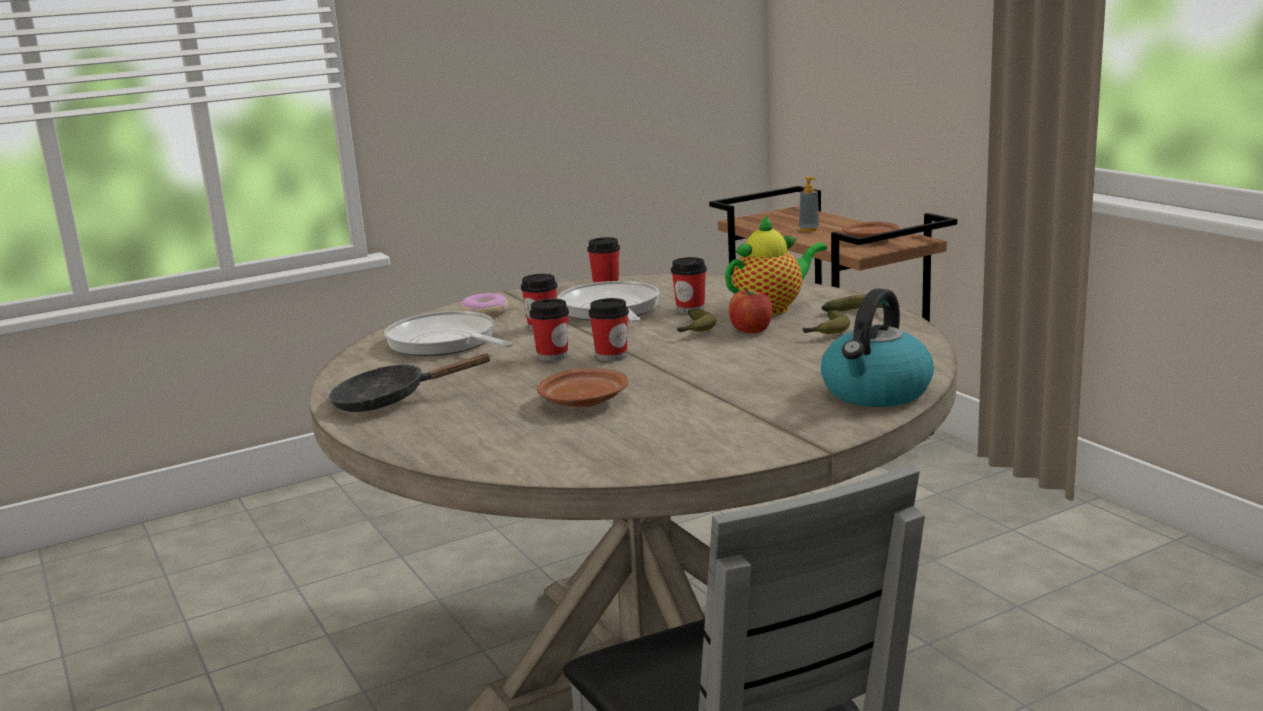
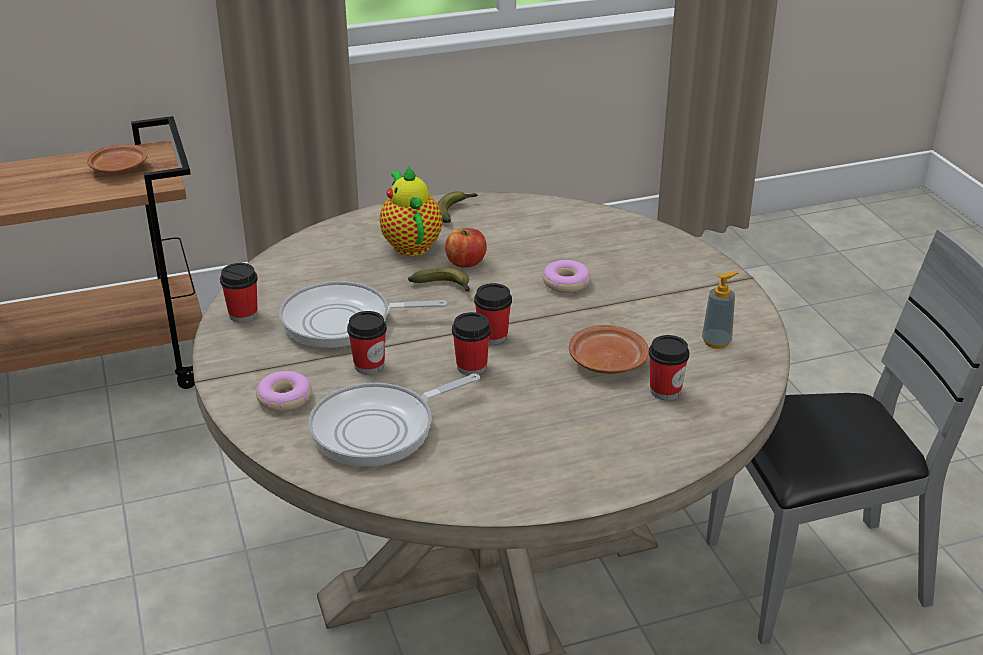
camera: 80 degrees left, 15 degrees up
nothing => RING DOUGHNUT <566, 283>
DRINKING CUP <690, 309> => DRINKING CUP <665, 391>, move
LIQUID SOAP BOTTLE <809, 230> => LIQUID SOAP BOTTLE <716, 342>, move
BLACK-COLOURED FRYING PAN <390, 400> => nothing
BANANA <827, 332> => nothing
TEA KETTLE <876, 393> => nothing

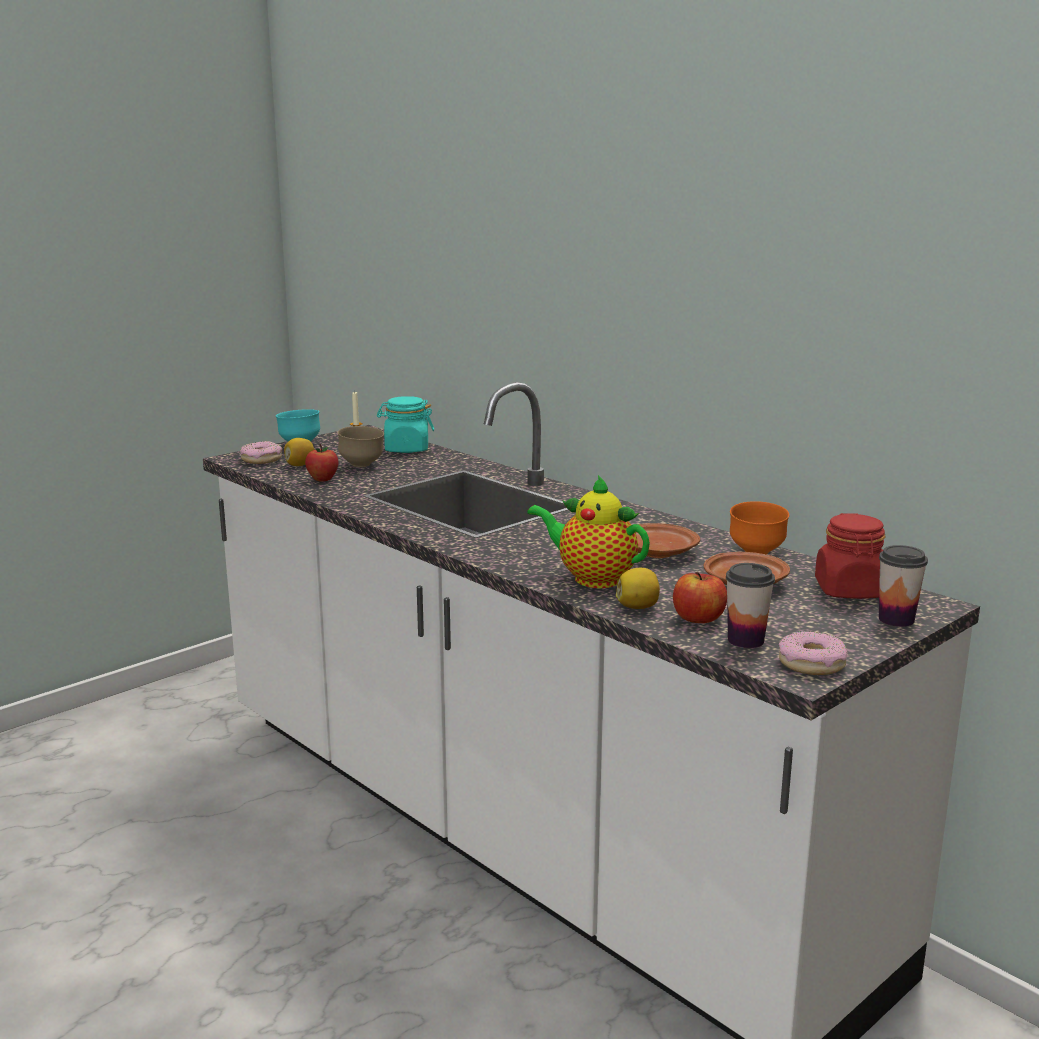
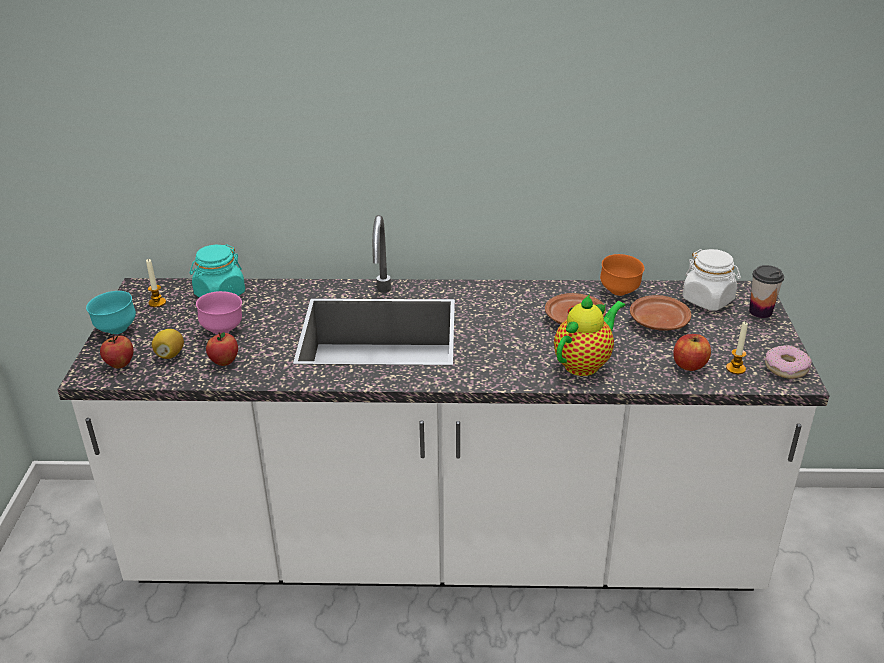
camera: 45 degrees left, 15 degrees up
RING DOUGHNUT <261, 459> => APPLE FRUIT <120, 364>
BROWN-COLOURED DEEP DISH <362, 465> => PINK-COLOURED DEEP DISH <223, 330>
TEAPOT <592, 578> => TEAPOT <584, 363>, 150 degrees clockwise
RED JAR <850, 590> => WHITE JAR <708, 300>
DRINKING CUP <745, 640> => WAX CANDLE <735, 368>
LEMON <638, 607> => nothing

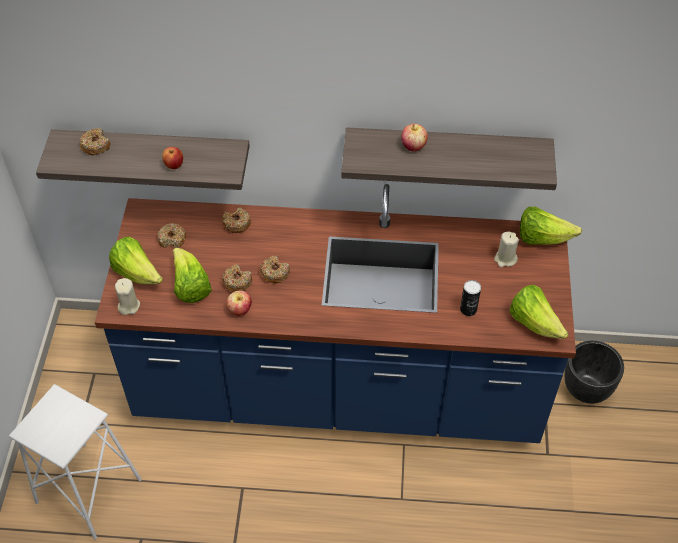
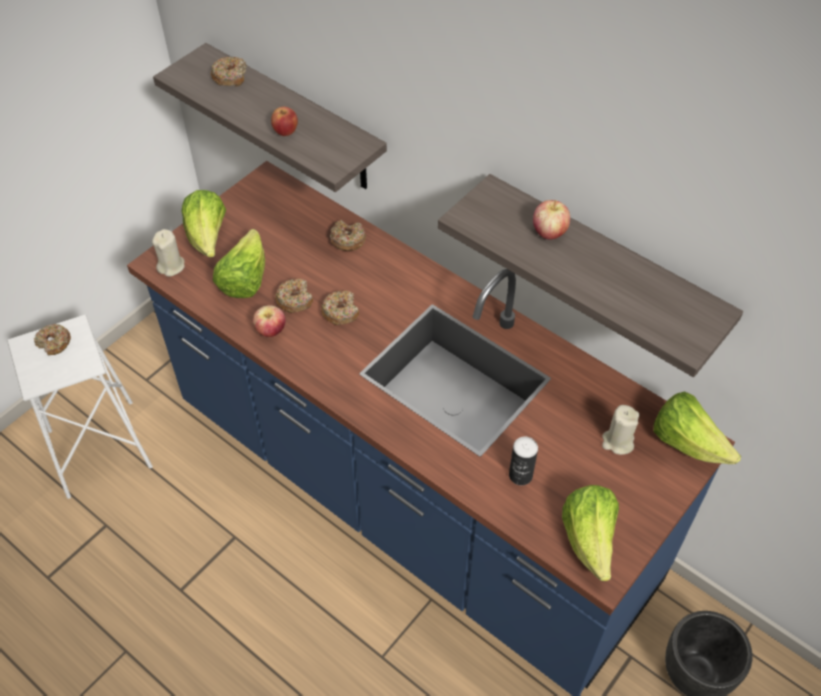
camera: 35 degrees right, 0 degrees up
RING DOUGHNUT <172, 239> => RING DOUGHNUT <54, 343>, move

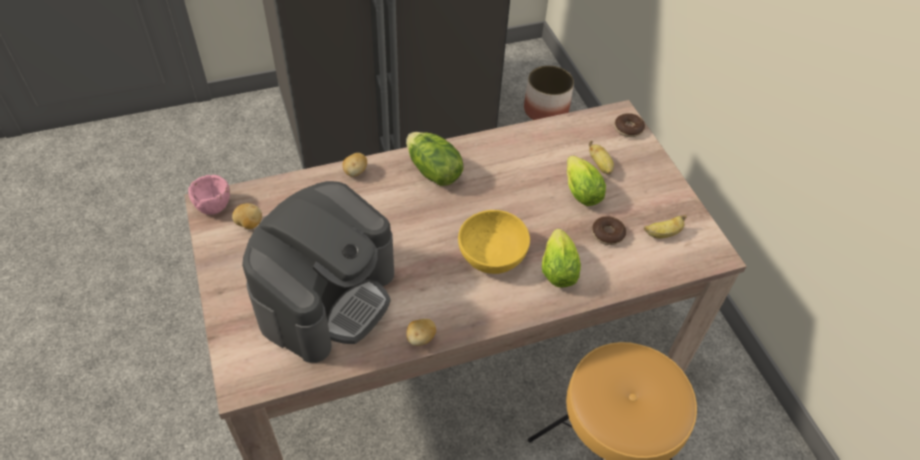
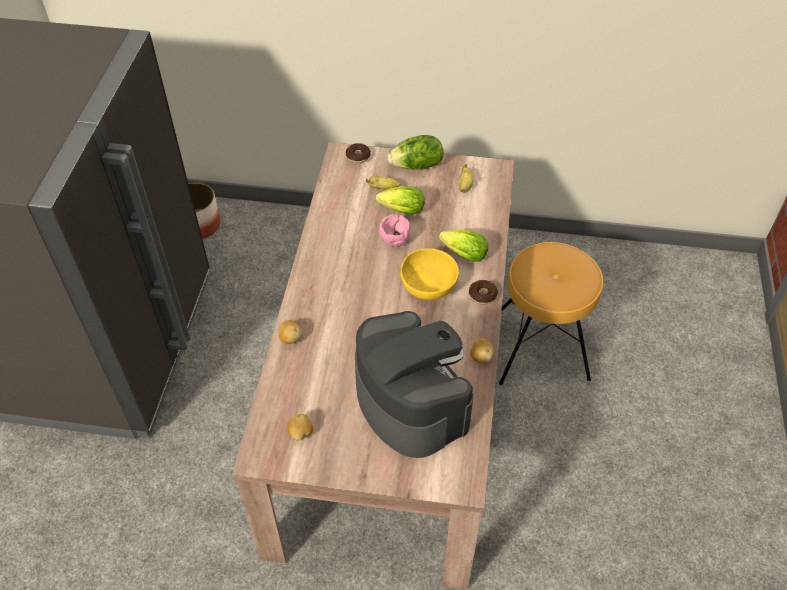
camera: 60 degrees left, 0 degrees up
PINK-COLOURED DEEP DISH <213, 205> => PINK-COLOURED DEEP DISH <394, 239>, move
HEAD OF LETTUCE <433, 172> => HEAD OF LETTUCE <417, 166>, move
RING DOUGHNUT <607, 234> => RING DOUGHNUT <482, 295>, move

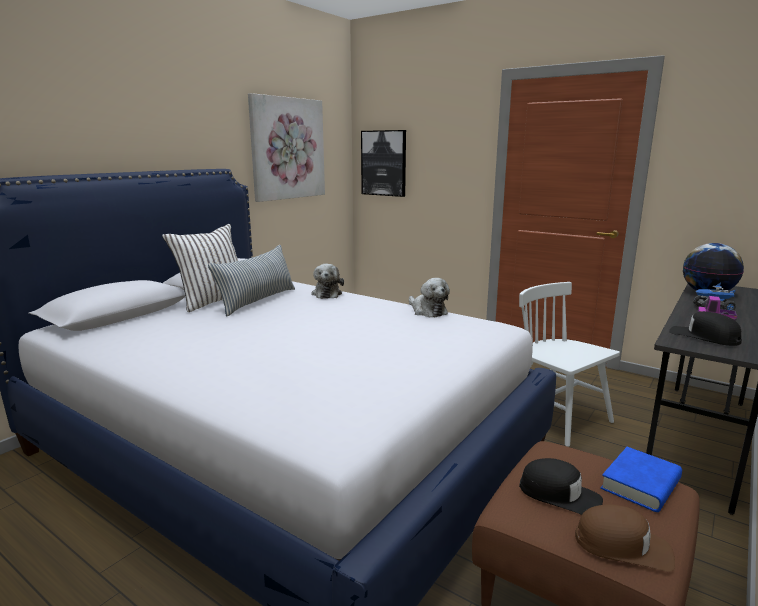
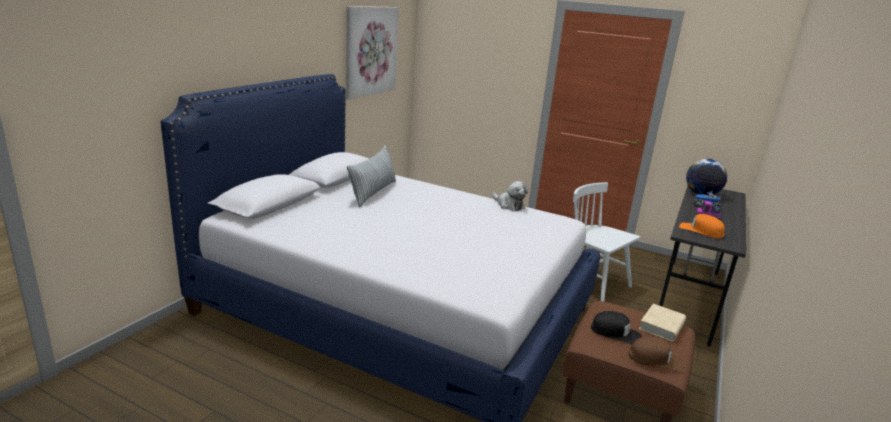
camera: 10 degrees left, 5 degrees up
BLUE BOUND BOOK <640, 484> => SAND-COLOURED BOUND BOOK <661, 326>
BLACK-COLOURED CAP <704, 337> => ORANGE CAP <701, 231>
WHITE THROW PILLOW <213, 300> => nothing
PLUSH TOY <327, 293> => nothing
PICTURE <384, 163> => nothing

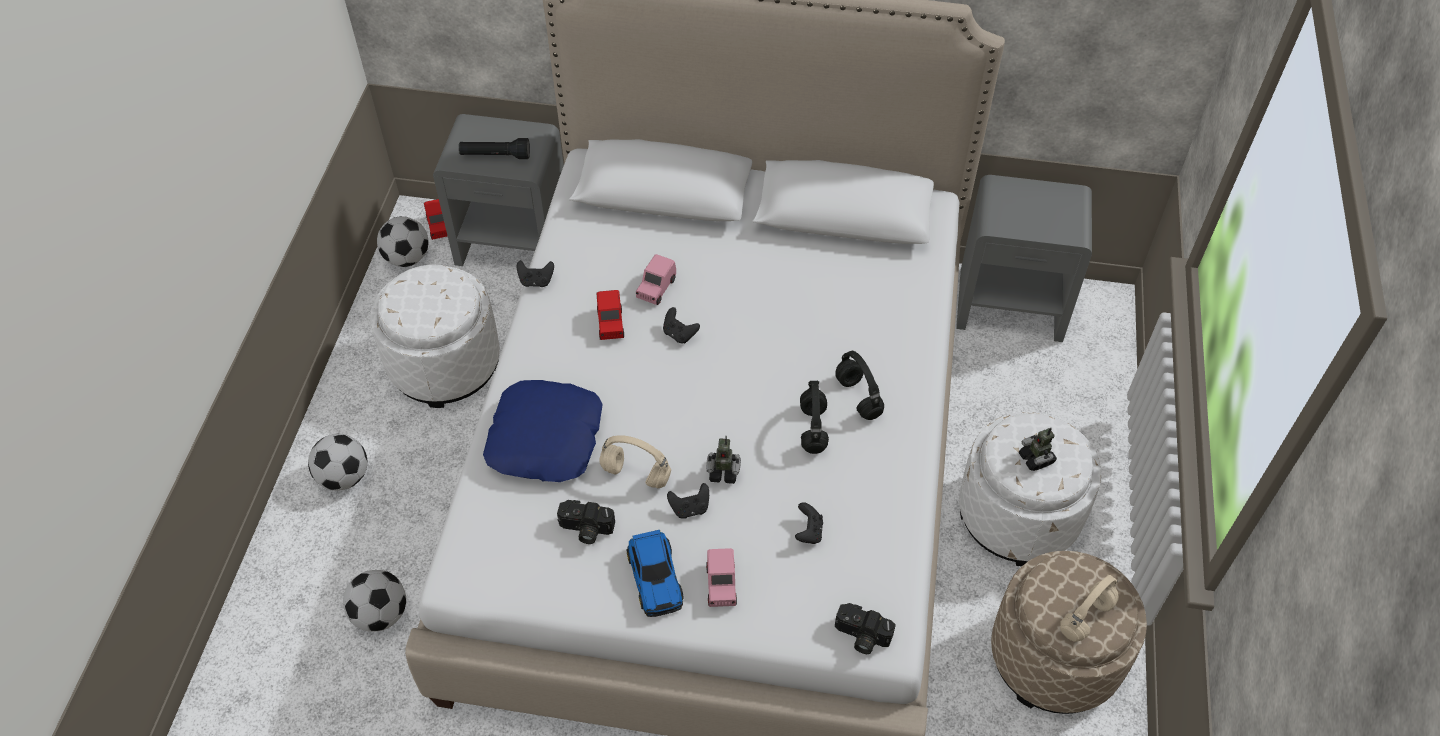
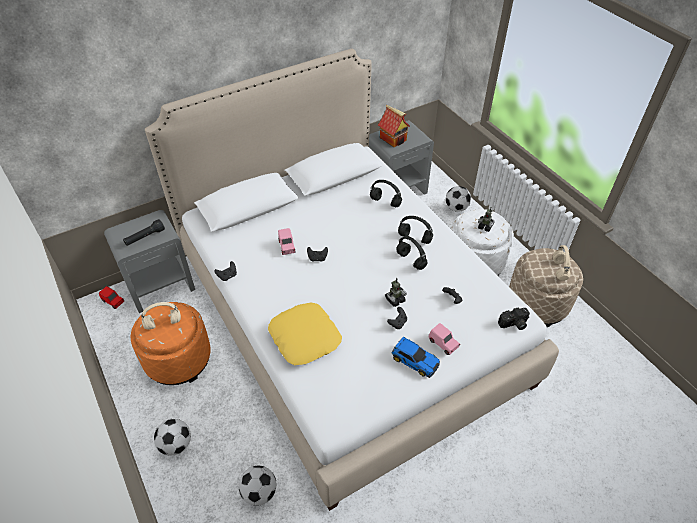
camera: 40 degrees left, 5 degrees down
WHITE FOOTREST <445, 364> => ORANGE FOOTREST <178, 359>
SAND-COLOURED PAIR OF HEADPHONES <634, 474> => SAND-COLOURED PAIR OF HEADPHONES <162, 324>, move
BLUE THROW PILLOW <546, 438> => YELLOWISH THROW PILLOW <305, 337>
nothing => BLACK-COLOURED PAIR OF HEADPHONES <386, 202>
nothing => TOY HOUSE <393, 139>
BALL FOR FOOTBALL <407, 258> => BALL FOR FOOTBALL <456, 208>, move
STILL CAMERA <585, 529> => nothing
RED TOY CAR <610, 324> => nothing

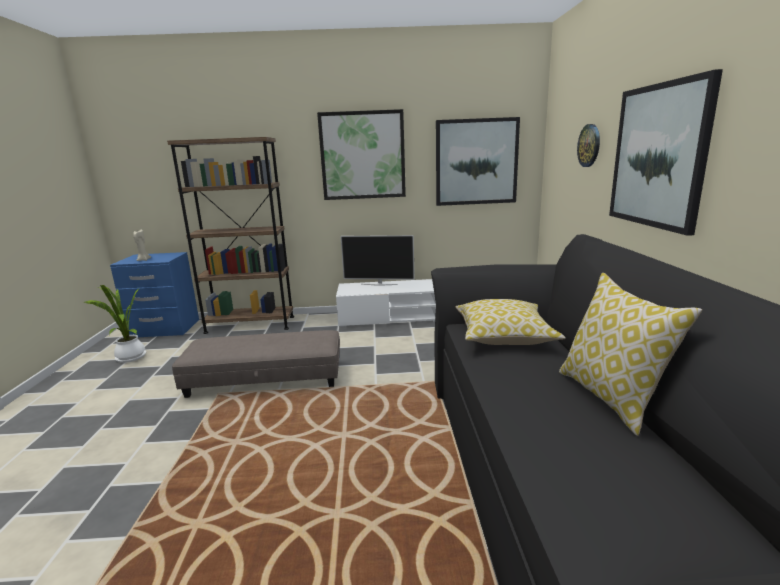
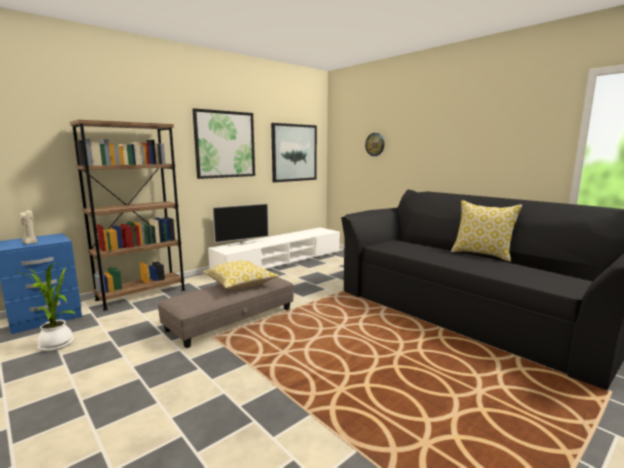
camera: 40 degrees left, 5 degrees down
THROW PILLOW <504, 336> => THROW PILLOW <240, 284>, move
PICTURE <658, 156> => nothing

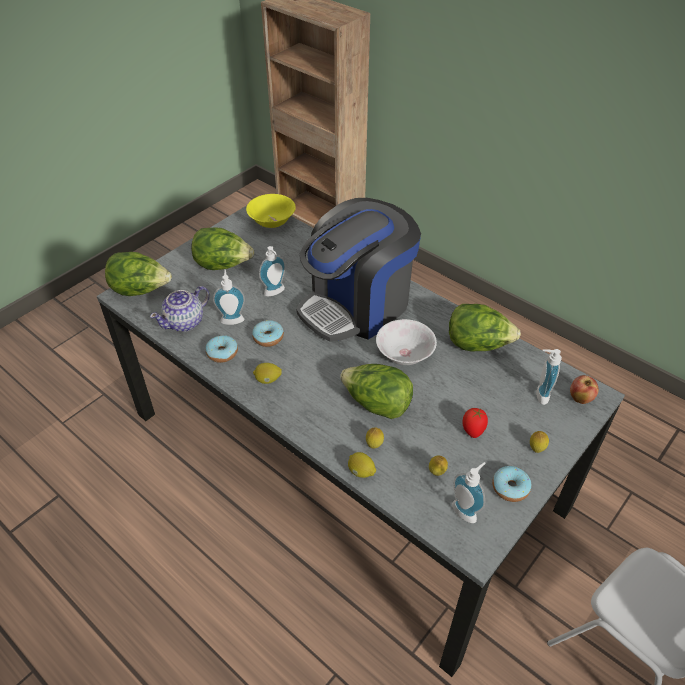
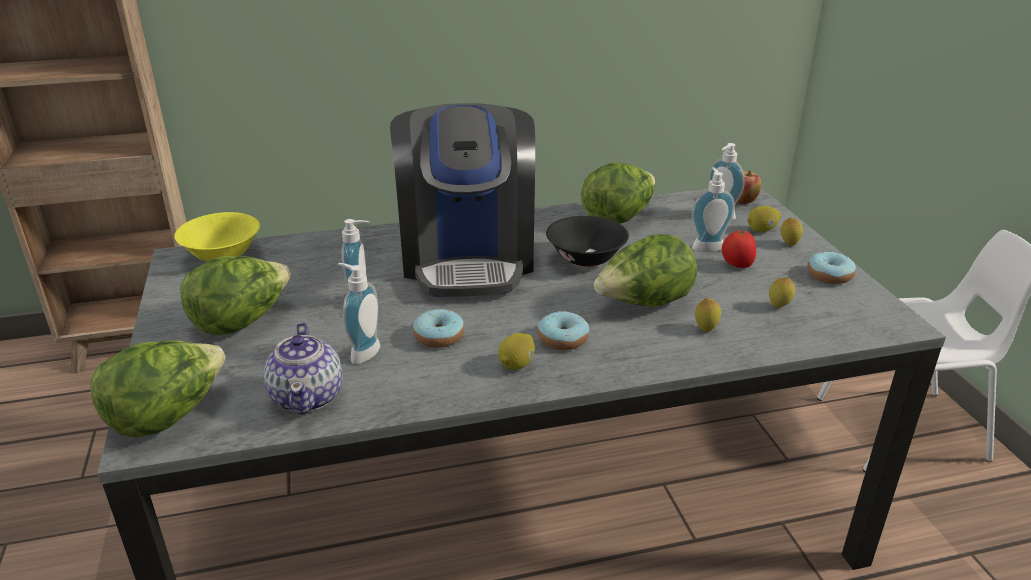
camera: 55 degrees left, 15 degrees down
RING DOUGHNUT <222, 353> => RING DOUGHNUT <563, 339>, move
WHITE DEEP DISH <404, 355> => BLACK-COLOURED DEEP DISH <586, 260>
LIQUID SOAP BOTTLE <466, 510> => LIQUID SOAP BOTTLE <707, 246>, move
LEMON <361, 472> => LEMON <762, 230>, move

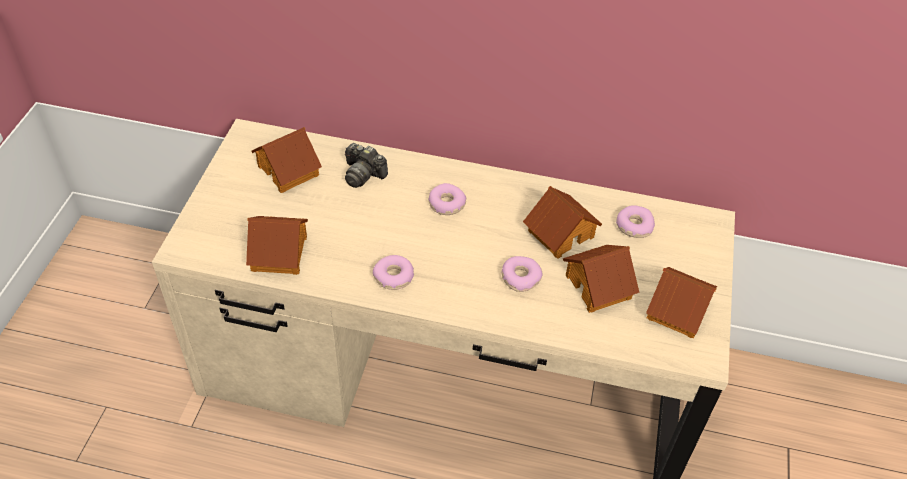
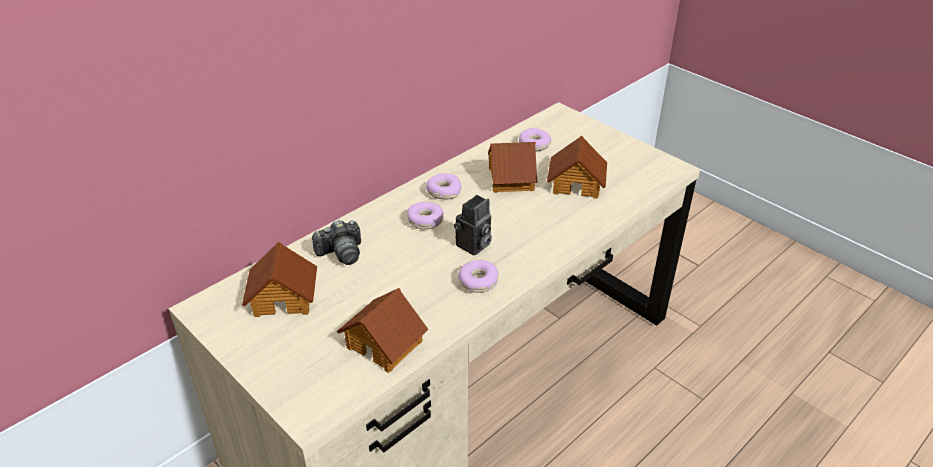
camera: 55 degrees left, 10 degrees down
RING DOUGHNUT <520, 277> => RING DOUGHNUT <443, 191>, move
nothing => STILL CAMERA <473, 246>
TOY HOUSE <677, 309> => nothing

